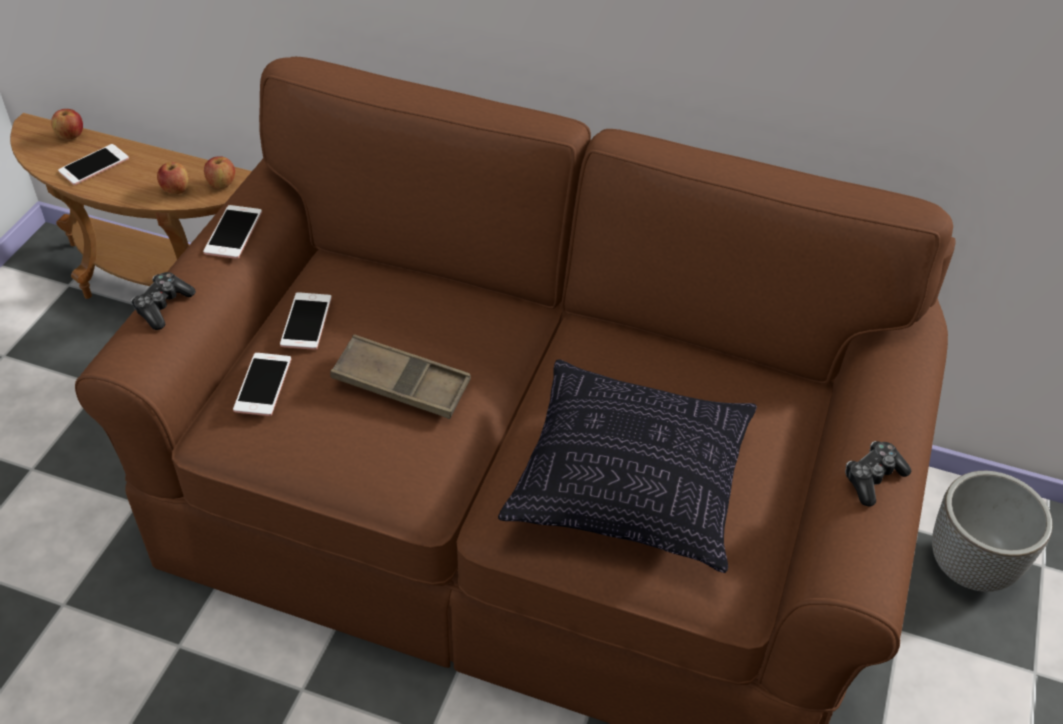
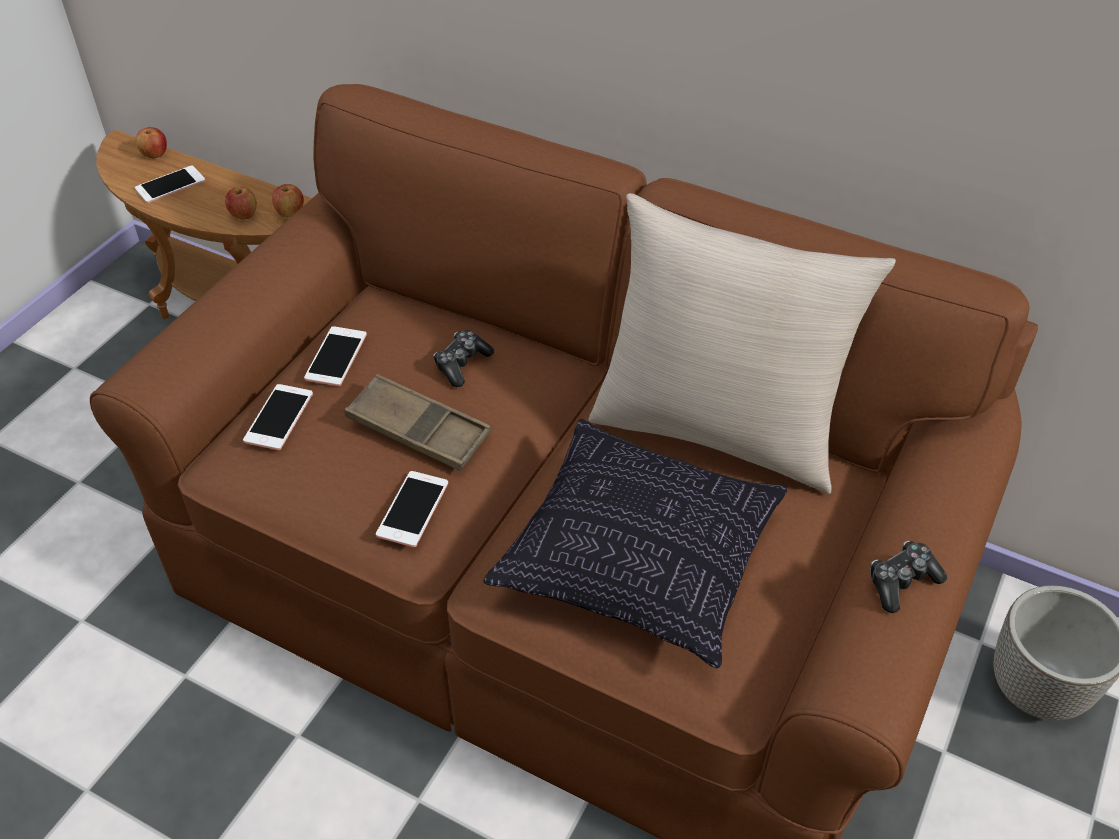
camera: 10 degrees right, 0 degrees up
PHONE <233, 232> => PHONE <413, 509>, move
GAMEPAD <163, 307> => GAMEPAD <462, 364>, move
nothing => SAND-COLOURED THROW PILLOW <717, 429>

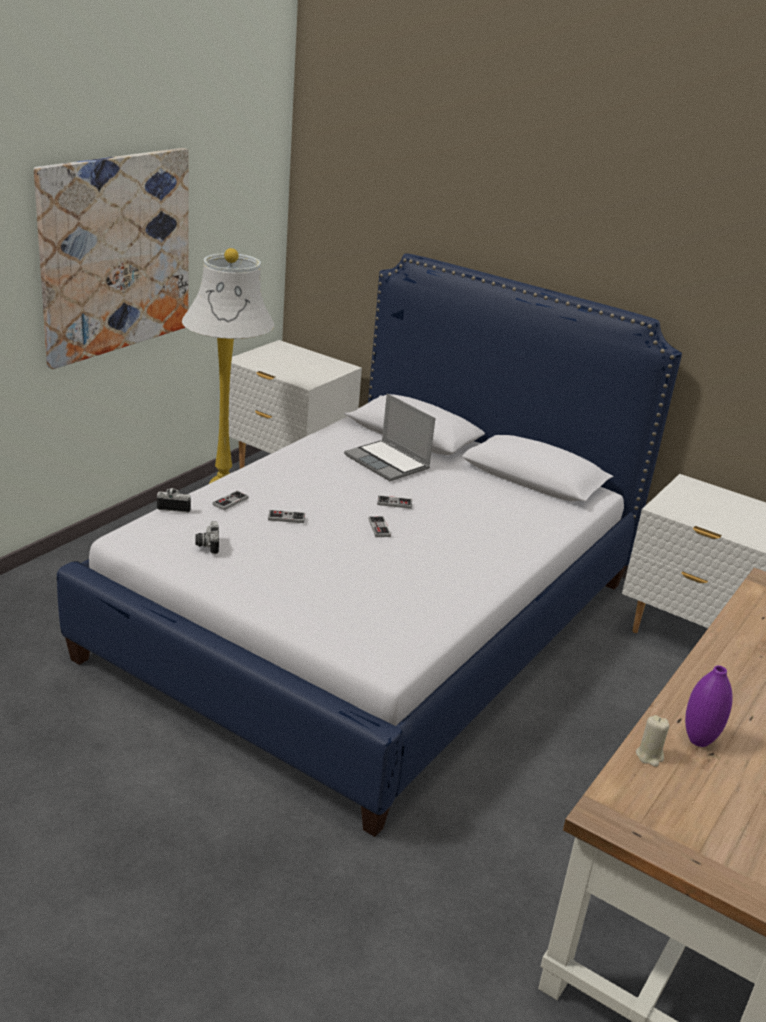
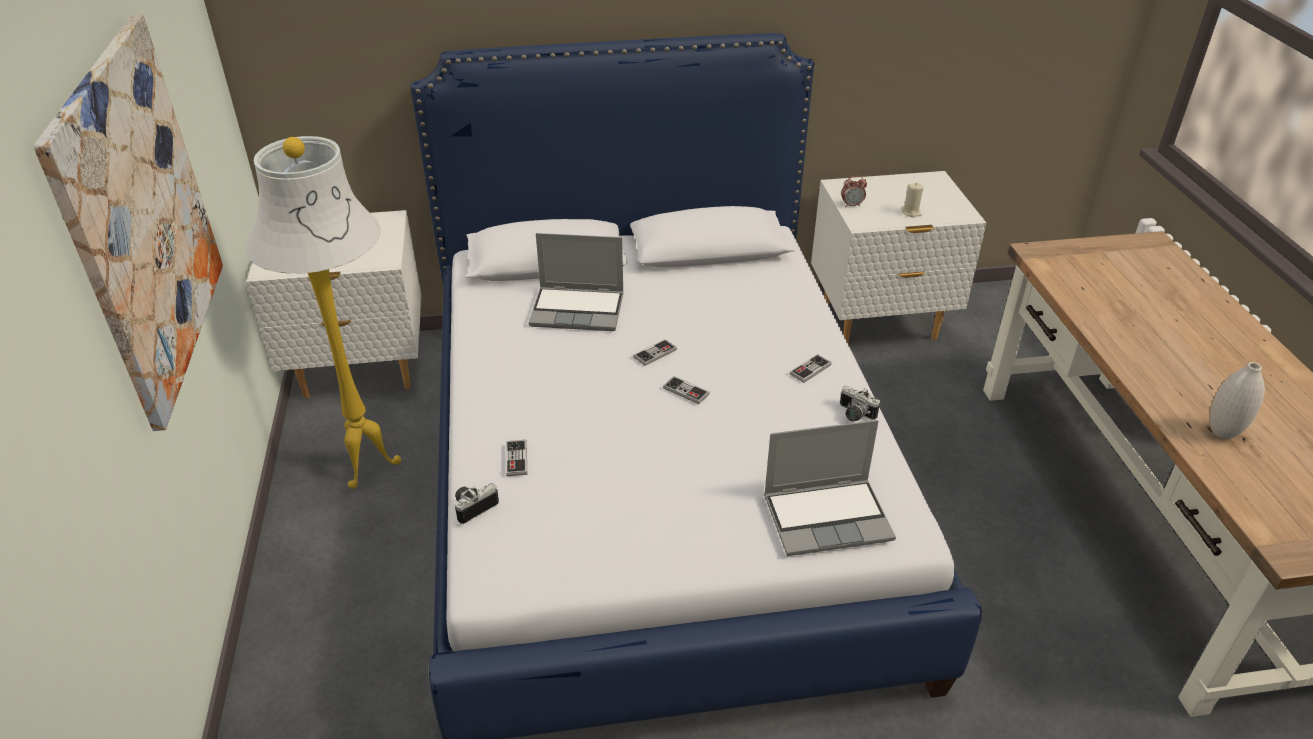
camera: 40 degrees left, 10 degrees up
nothing => LAPTOP <828, 517>
GAMEPAD <286, 518> => GAMEPAD <810, 370>, move
STILL CAMERA <207, 545> => STILL CAMERA <854, 414>, move
nothing => TABLE CLOCK <852, 205>
SAND-COLOURED WAX CANDLE <649, 756> => SAND-COLOURED WAX CANDLE <911, 212>, move
PURPLE FLOWER VASE <698, 740> => WHITE FLOWER VASE <1222, 433>

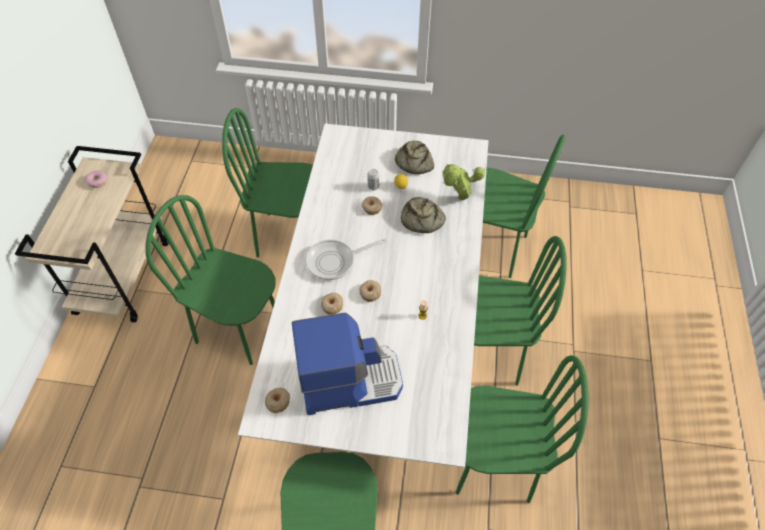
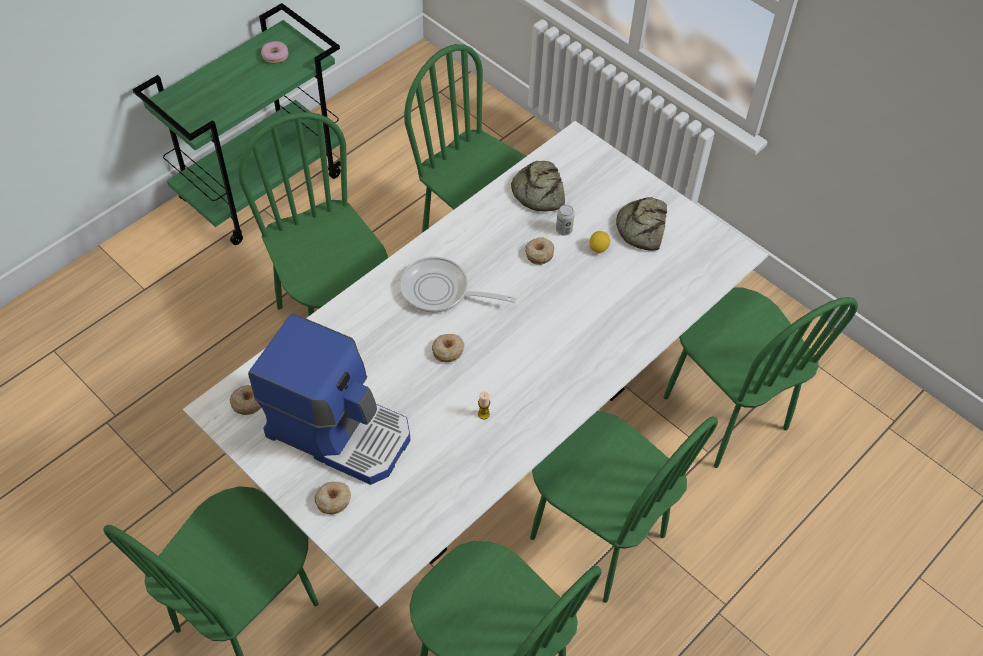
camera: 35 degrees right, 0 degrees up
SAND-COLOURED TROLLEY <123, 276> => GREEN-COLOURED TROLLEY <263, 186>
RING DOUGHNUT <332, 305> => RING DOUGHNUT <333, 500>, move
BAKED BREAD <421, 220> => BAKED BREAD <538, 192>, move
POTTED PLANT <459, 199> => nothing

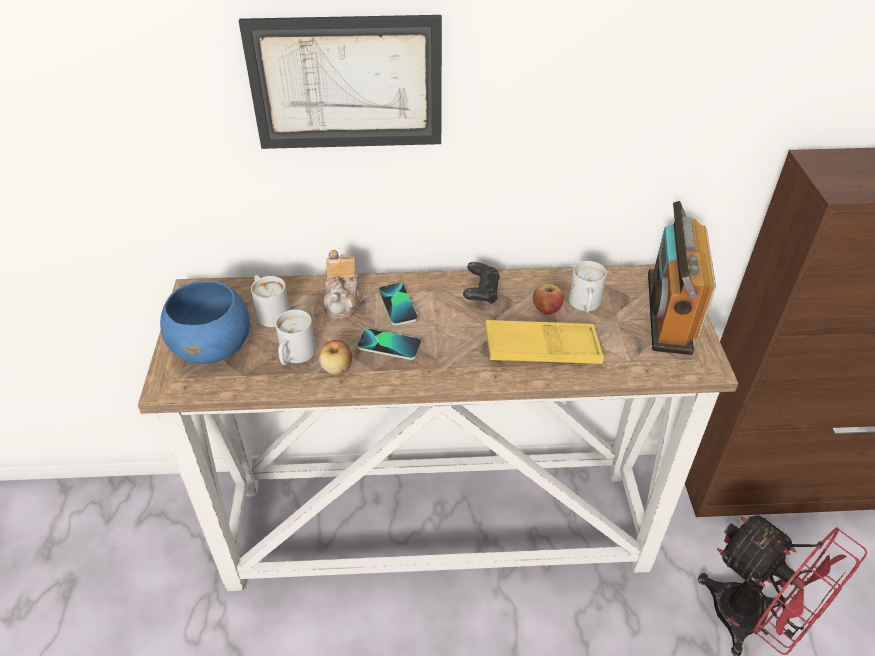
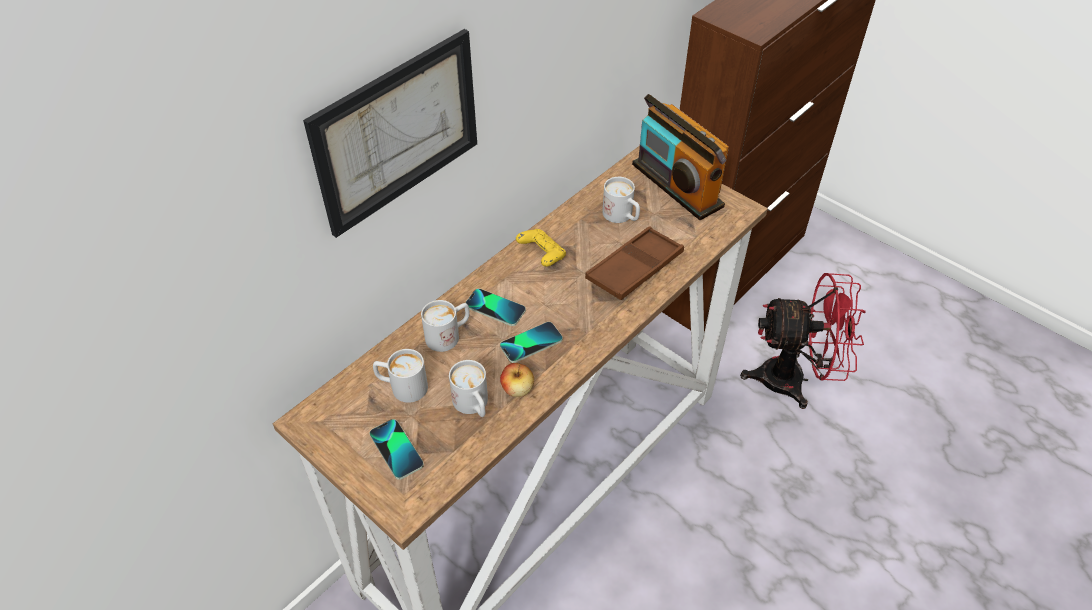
camera: 45 degrees left, 5 degrees up
BLUE DEEP DISH <214, 347> => PHONE <396, 449>
TEAPOT <343, 301> => WHITE COFFEE MUG <449, 335>
BLACK-COLOURED GAMEPAD <481, 292> => YELLOWISH GAMEPAD <542, 255>
YELLOWISH CARRYING TRAY <542, 349> => BROWN-COLOURED CARRYING TRAY <634, 268>
APPLE FRUIT <546, 309> => nothing

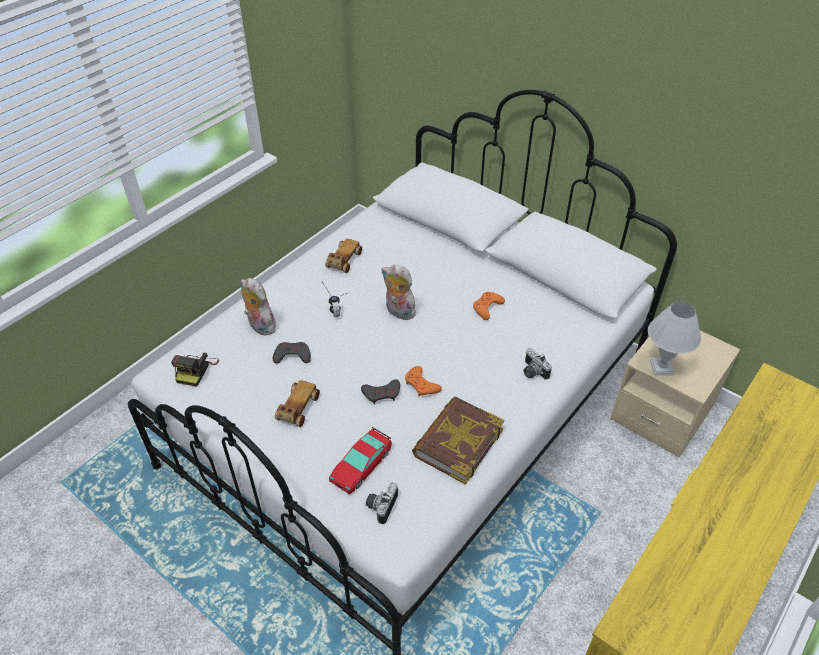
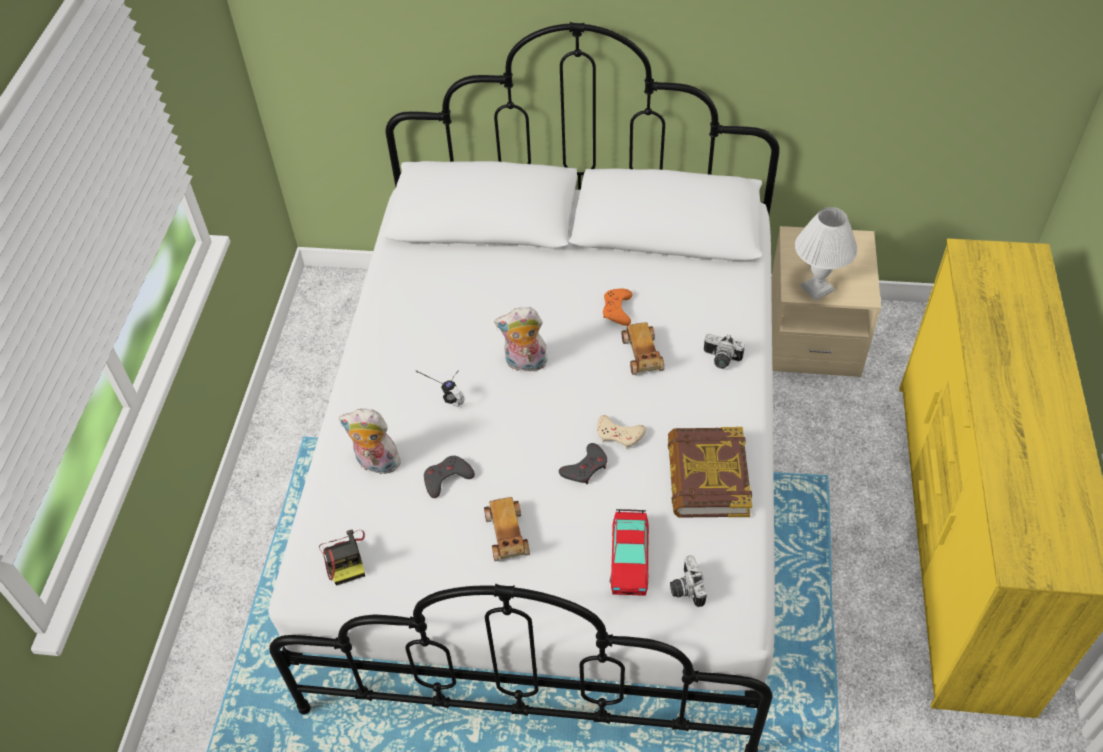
camera: 30 degrees left, 5 degrees up
ORANGE GAMEPAD <421, 385> => SAND-COLOURED GAMEPAD <619, 435>
TOY CAR <343, 261> => TOY CAR <642, 355>, move

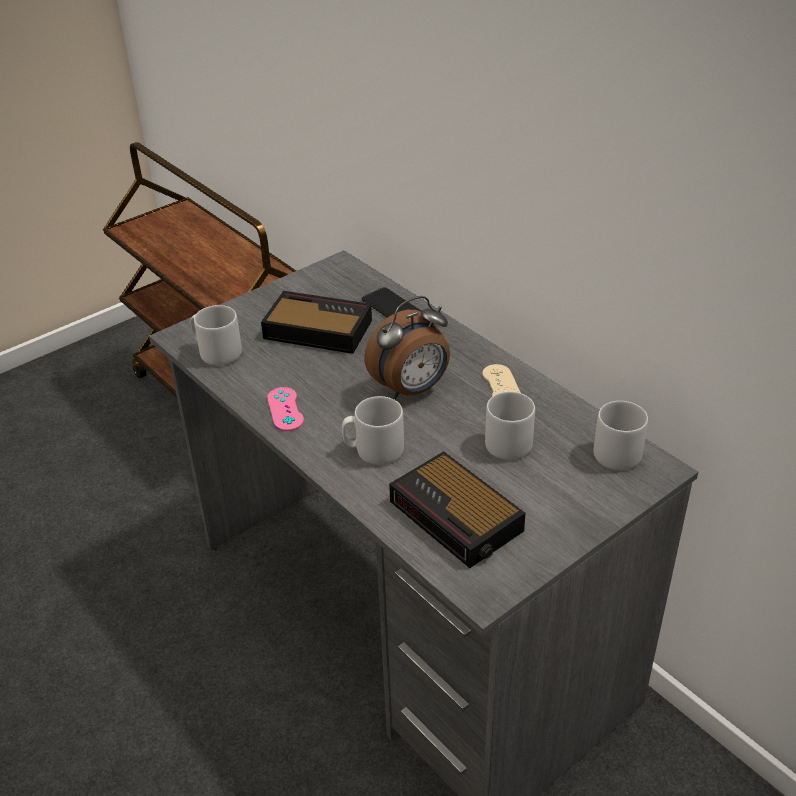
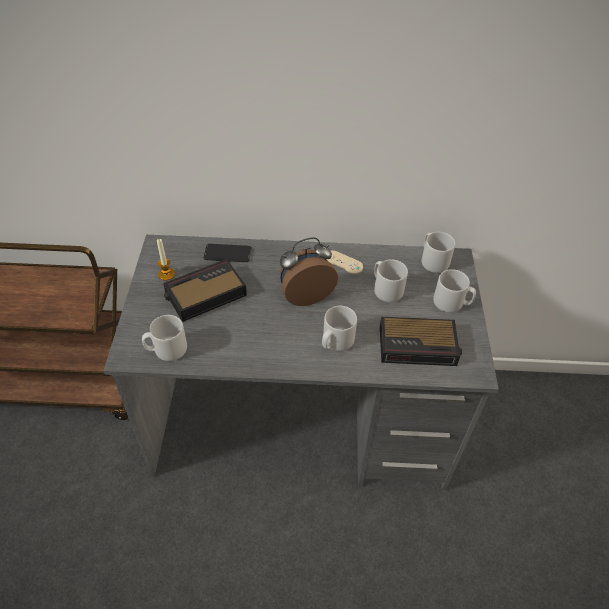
camera: 50 degrees left, 10 degrees up
nothing => WAX CANDLE <166, 274>
TABLE CLOCK <411, 389> => TABLE CLOCK <305, 294>, 120 degrees counterclockwise
nothing => GREYISH COFFEE MUG <452, 303>
PINK-COLOURED GAMEPAD <285, 409> => nothing

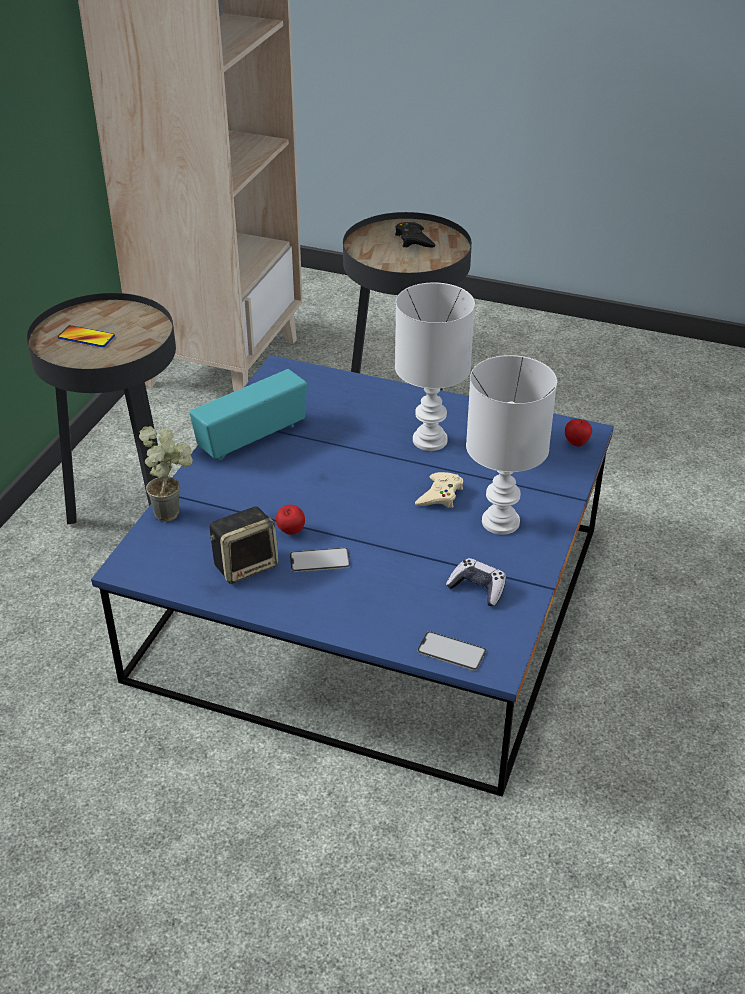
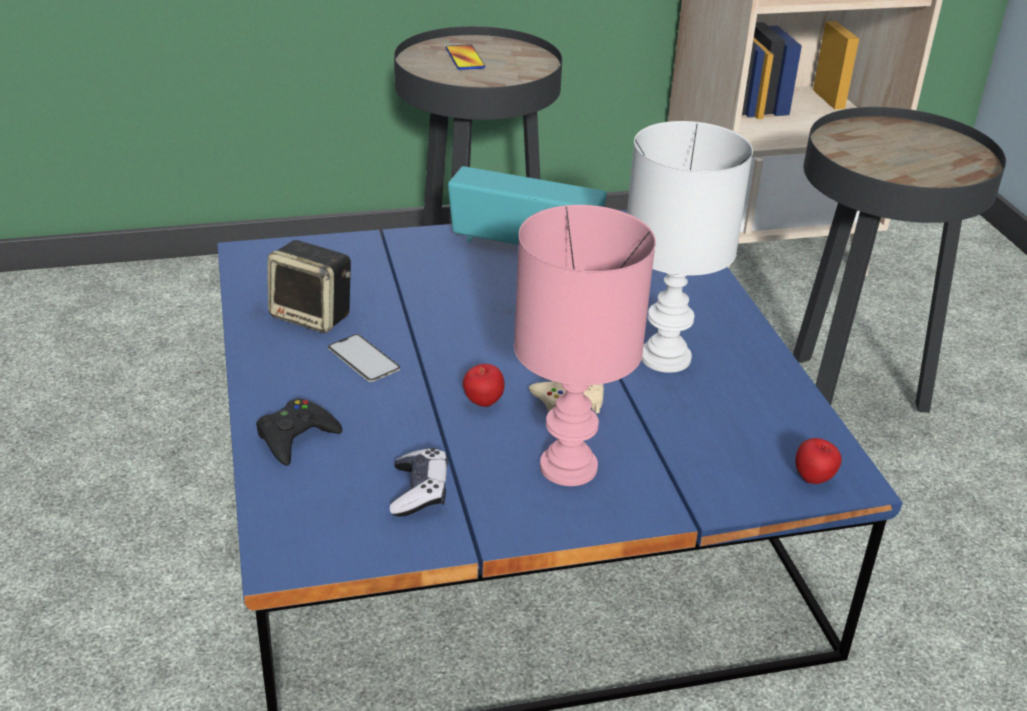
camera: 55 degrees right, 5 degrees down
BLACK-COLOURED GAMEPAD <414, 240> => BLACK-COLOURED GAMEPAD <296, 437>, move
APPLE FRUIT <290, 532> => APPLE FRUIT <483, 403>, move
WHITE TABLETOP LAMP <501, 521> => PINK-COLOURED TABLETOP LAMP <571, 468>
POTTED PLANT <174, 511> => nothing
PHONE <451, 651> => nothing

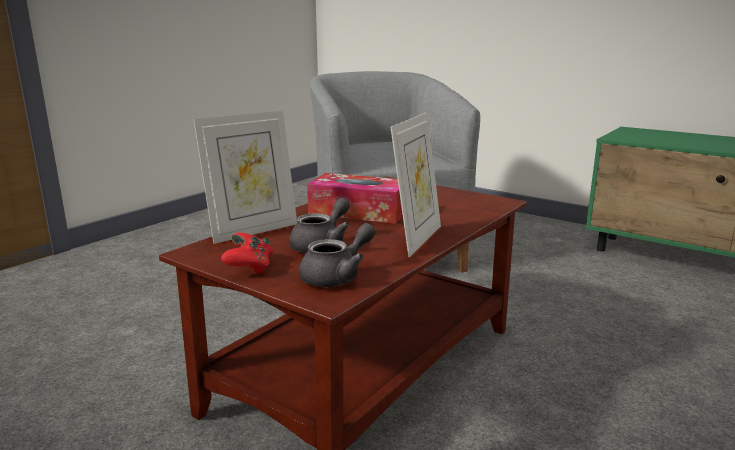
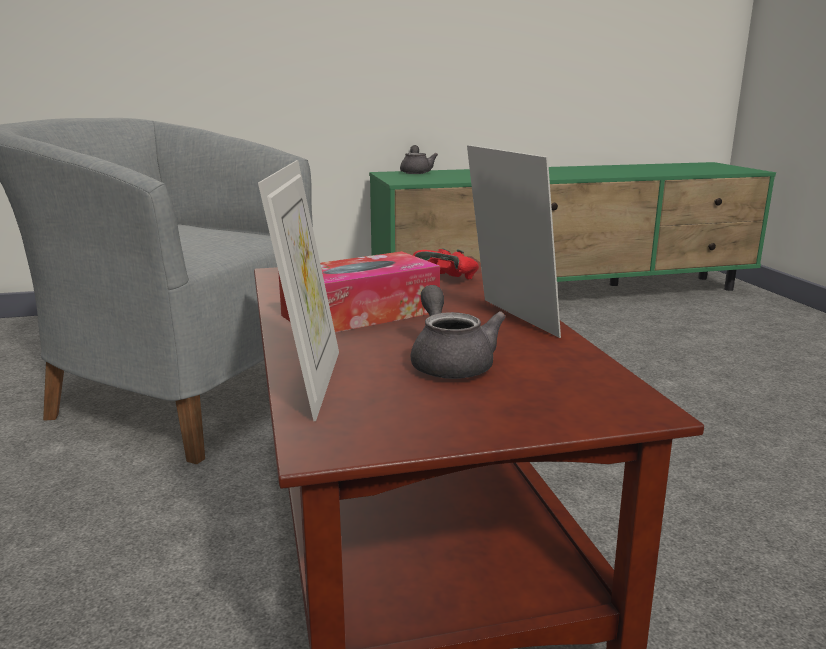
camera: 50 degrees left, 0 degrees up
GREYISH TEAPOT <337, 276> => GREYISH TEAPOT <416, 172>, move
RED GAMEPAD <250, 267> => RED GAMEPAD <448, 279>, move

